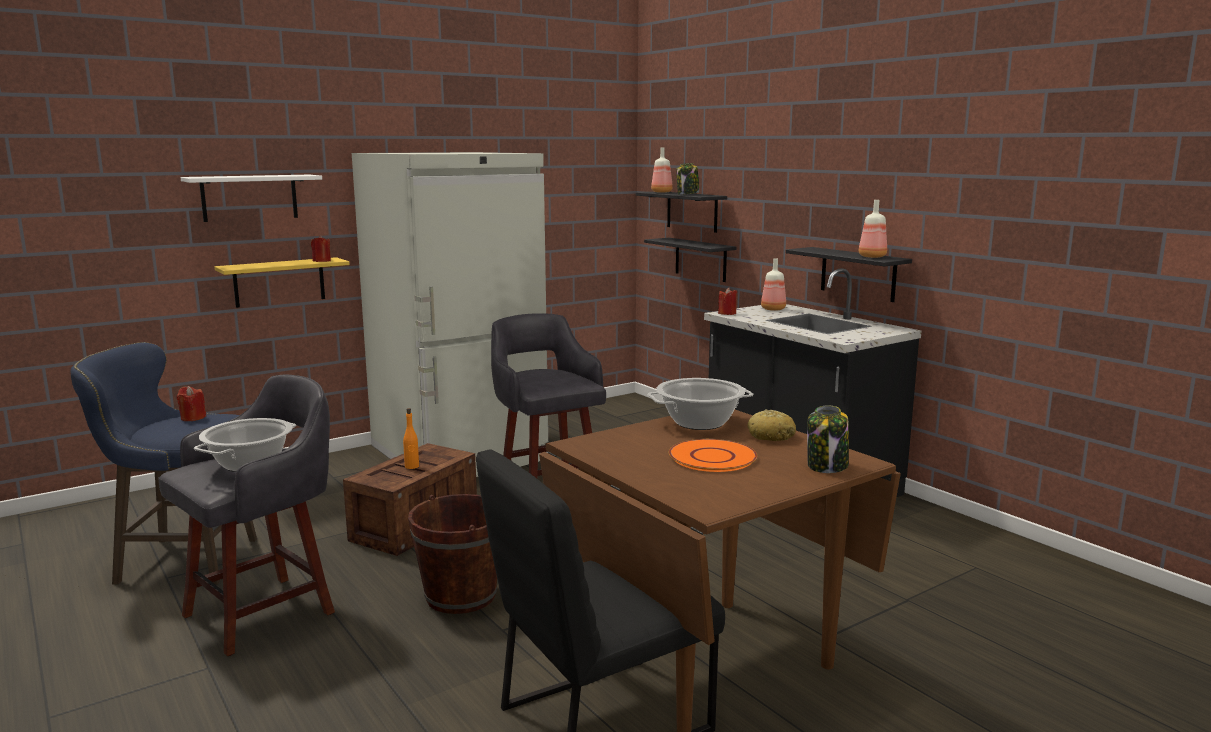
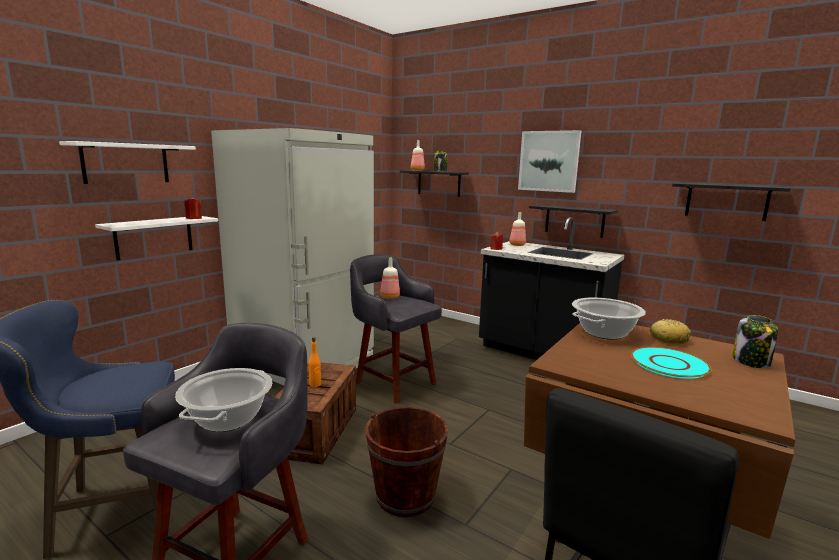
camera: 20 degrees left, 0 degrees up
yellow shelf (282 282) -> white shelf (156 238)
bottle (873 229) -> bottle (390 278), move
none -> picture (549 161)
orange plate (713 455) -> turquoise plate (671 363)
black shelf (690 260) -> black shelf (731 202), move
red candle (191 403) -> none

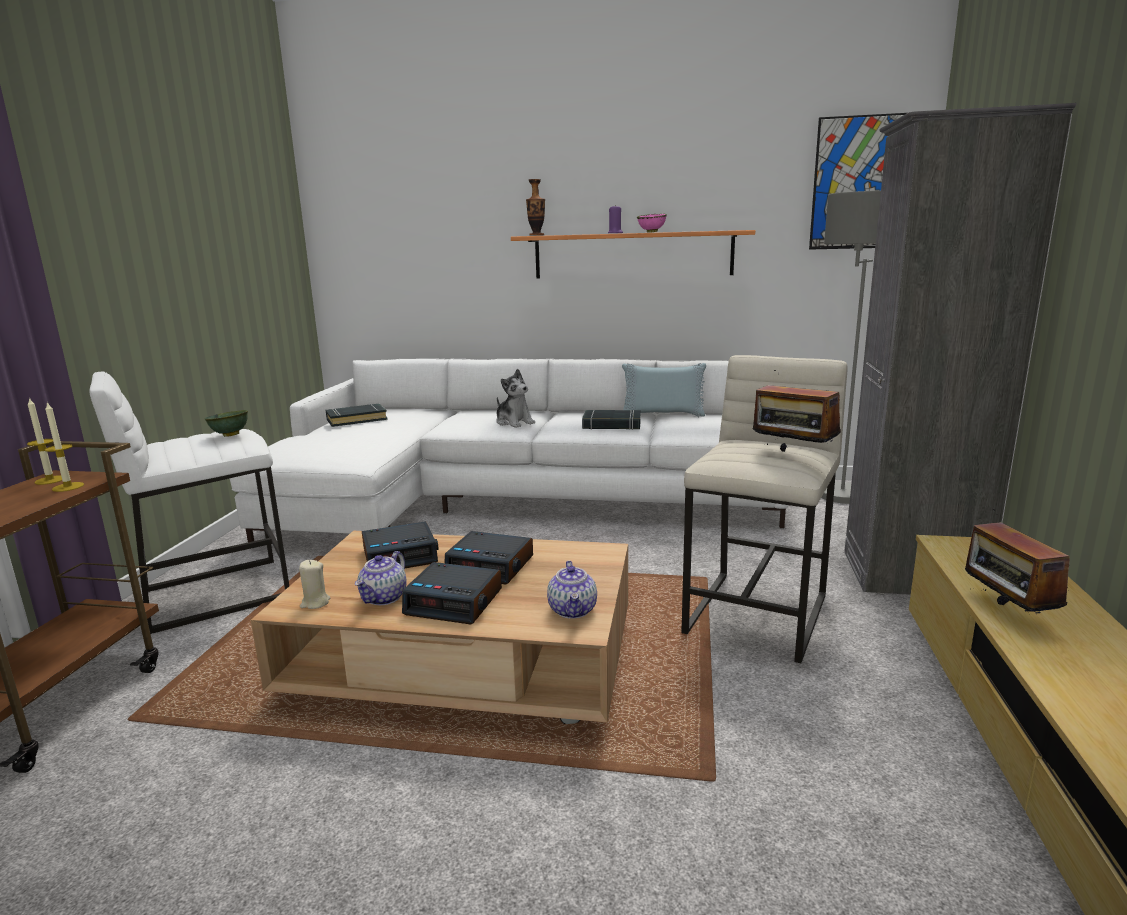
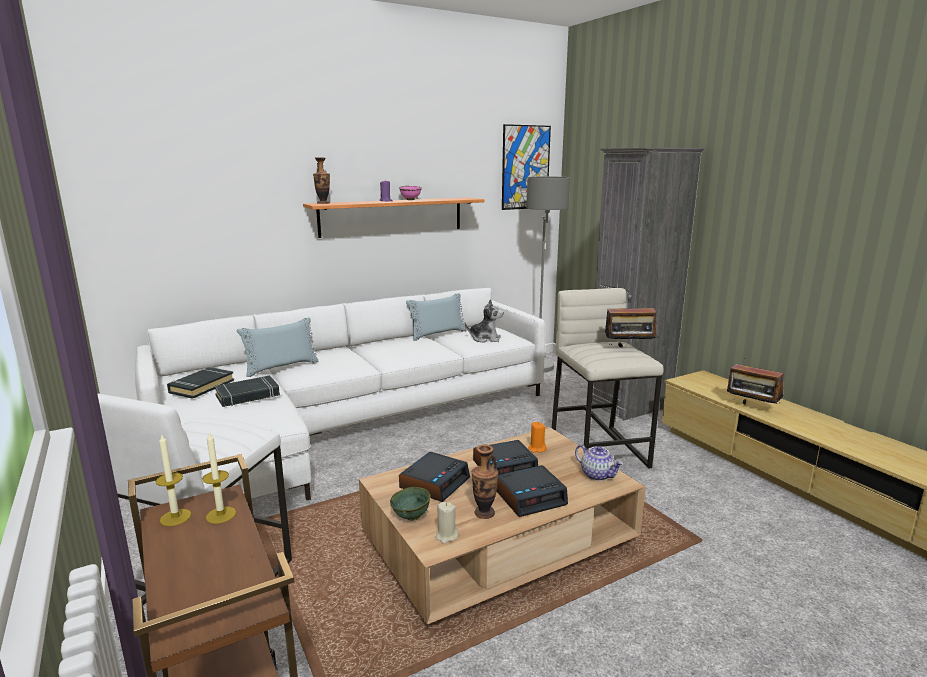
camera: 40 degrees left, 0 degrees up
black book (611 420) -> black book (247 391), move
none -> blue pillow (277 347)
green bowl (226 423) -> green bowl (410 504), move
plush toy (515 398) -> plush toy (484 321), move
teapot (381 578) -> vase (485 481)
none -> orange candle (537 437)

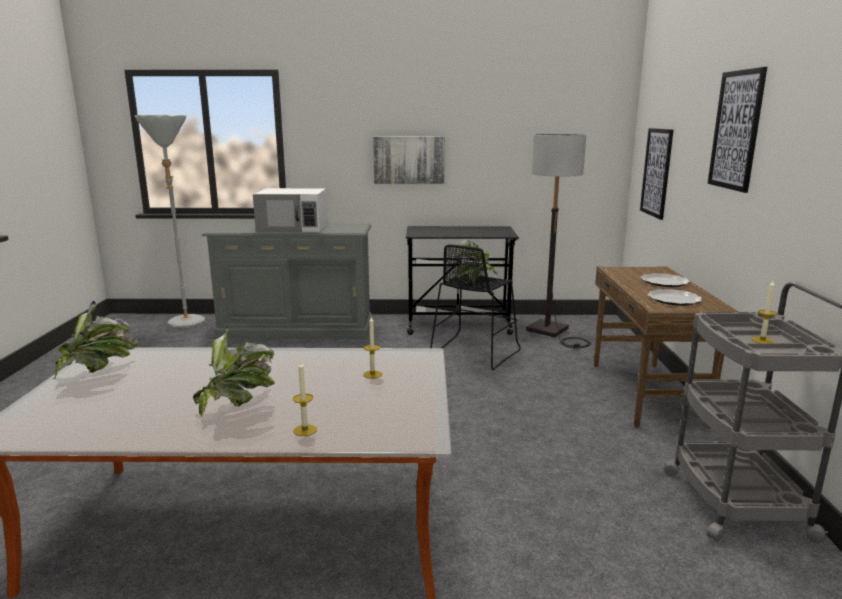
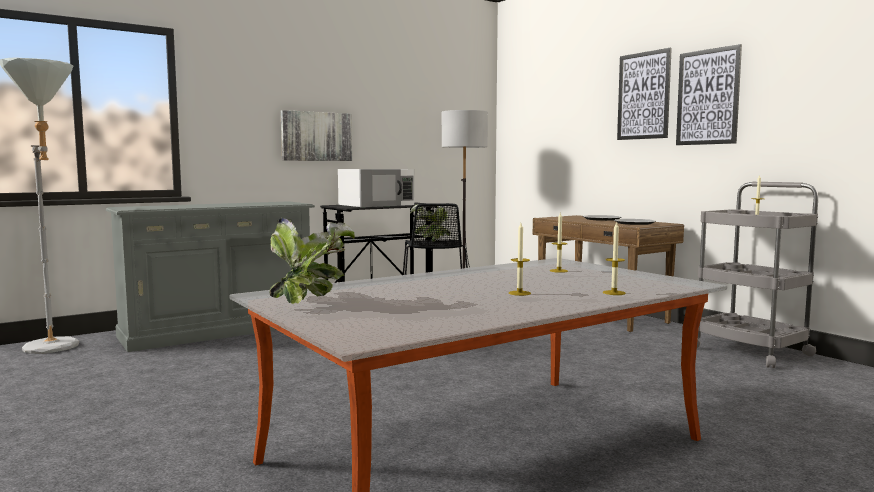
camera: 35 degrees left, 10 degrees down
white microwave (290 210) -> white microwave (376 188), move
potted plant (234 370) -> candle (520 259)
picture (656 174) -> picture (709 94), move

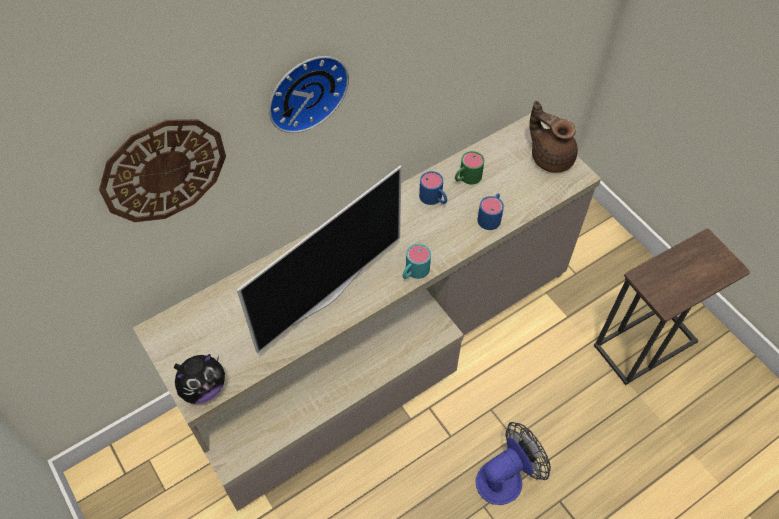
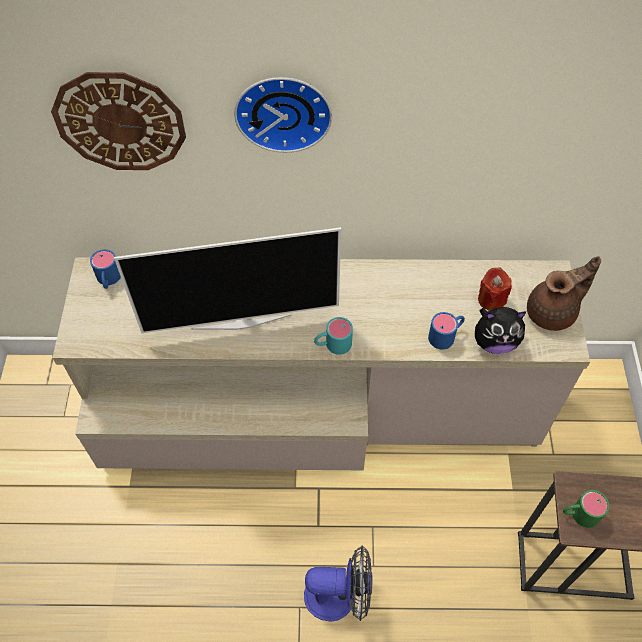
camera: 35 degrees right, 0 degrees up
blue mug (433 188) -> blue mug (105 269), move
plush toy (199 379) -> plush toy (500 330), move
none -> red candle (495 289)
brown teapot (553 136) -> brown teapot (564 293), 75 degrees clockwise
green mug (469 168) -> green mug (586 509), move

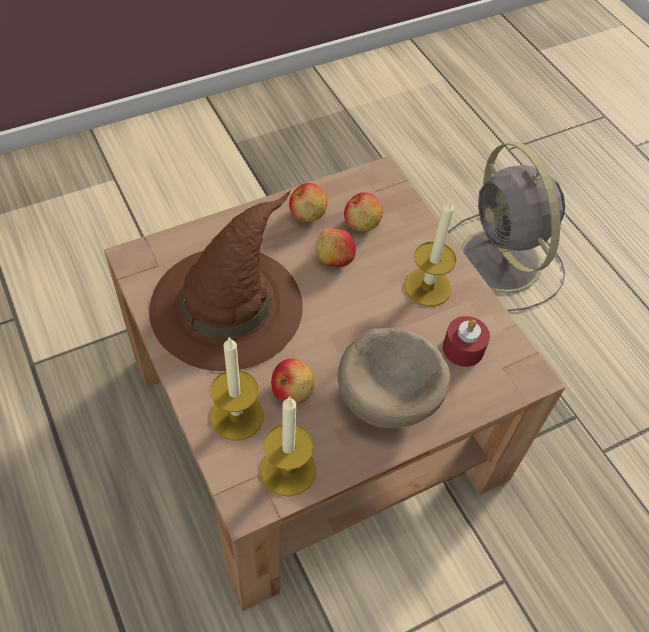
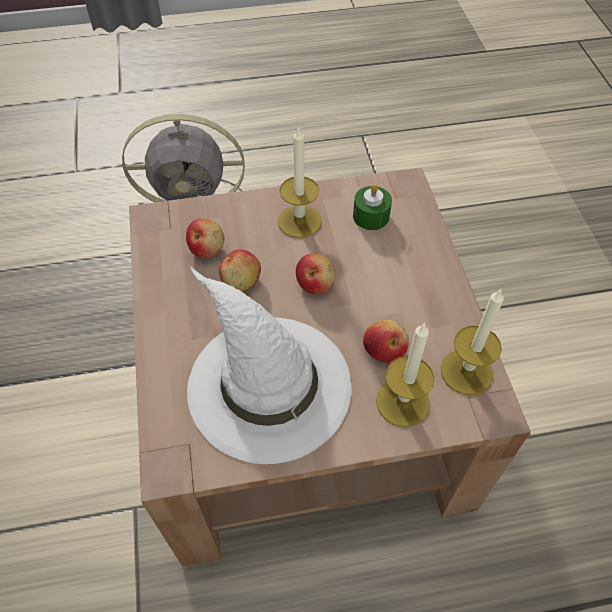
camera: 70 degrees left, 0 degrees up
brown hat (226 280) -> white hat (269 365)
apple (308 202) -> apple (315 274), move
red candle (466 341) -> green candle (372 207)
beige bowl (394 378) -> none

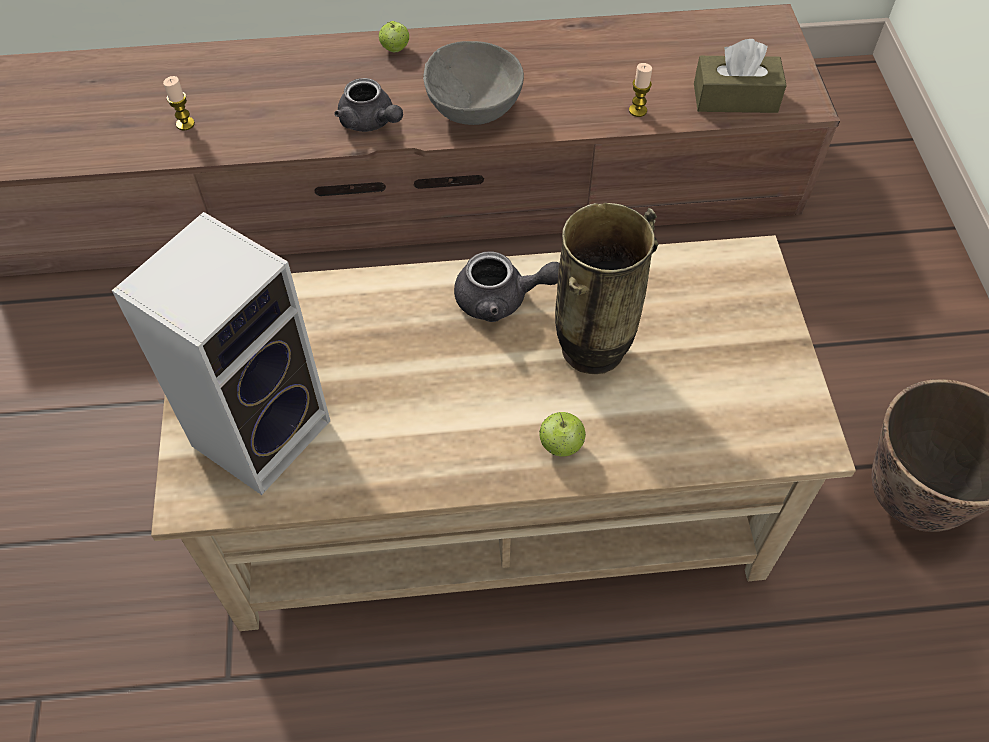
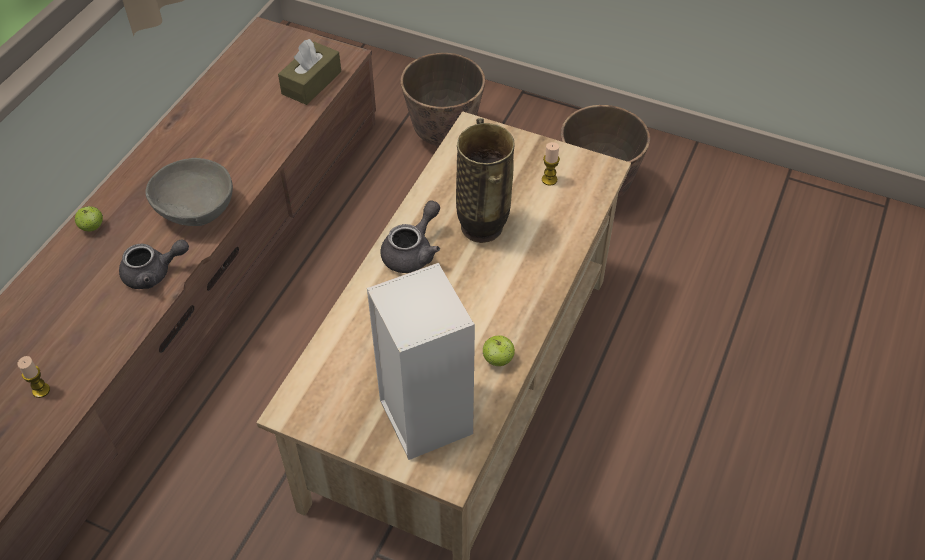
camera: 60 degrees left, 5 degrees down
none -> planter (442 101)
apple (562 434) -> apple (499 350), move
candle (640 90) -> candle (551 164), move

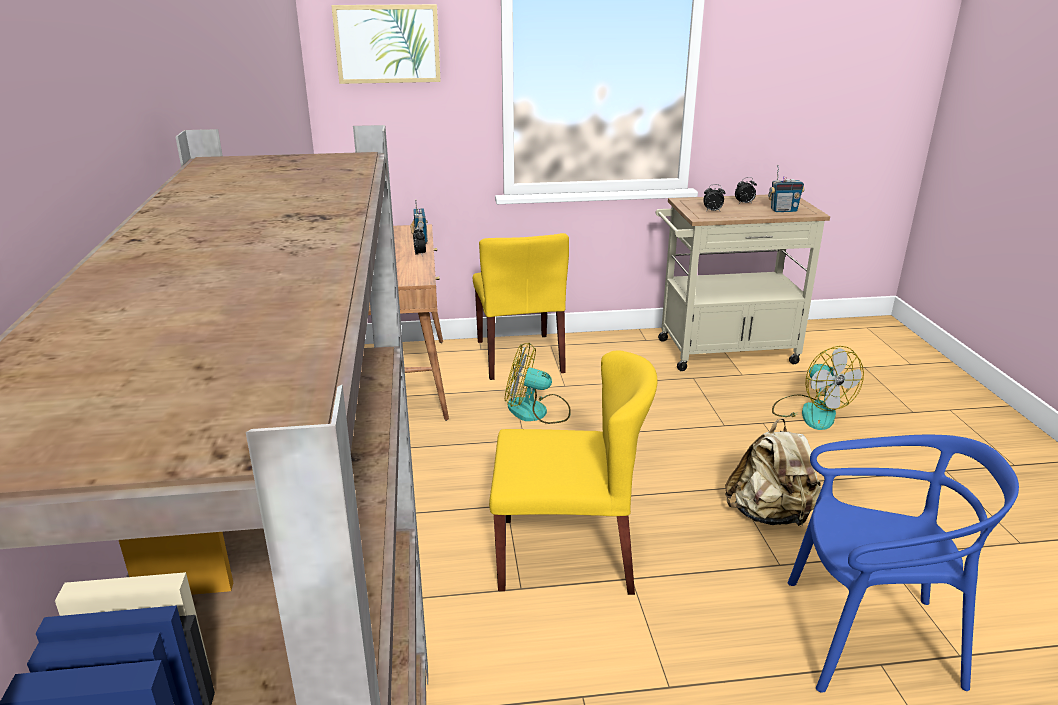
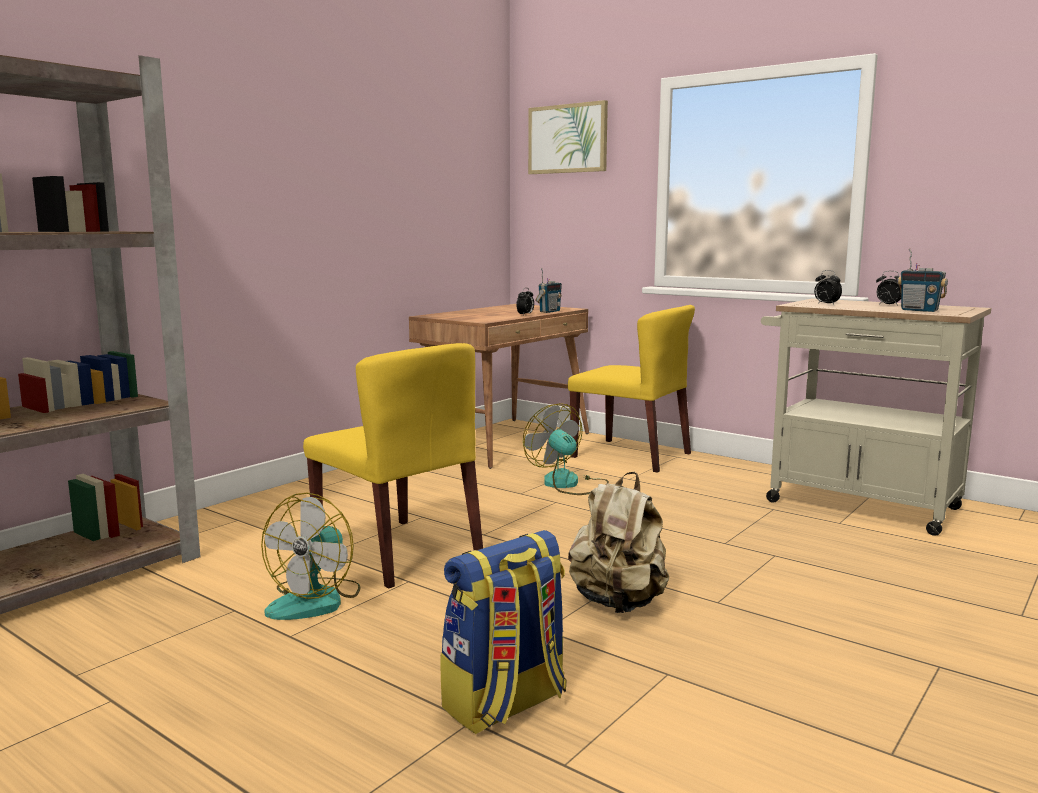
camera: 45 degrees right, 15 degrees down
fan (818 388) -> fan (311 556), move
blue chair (903 564) -> backpack (503 632)
yellow chair (521 306) -> yellow chair (631 389), 90 degrees counterclockwise

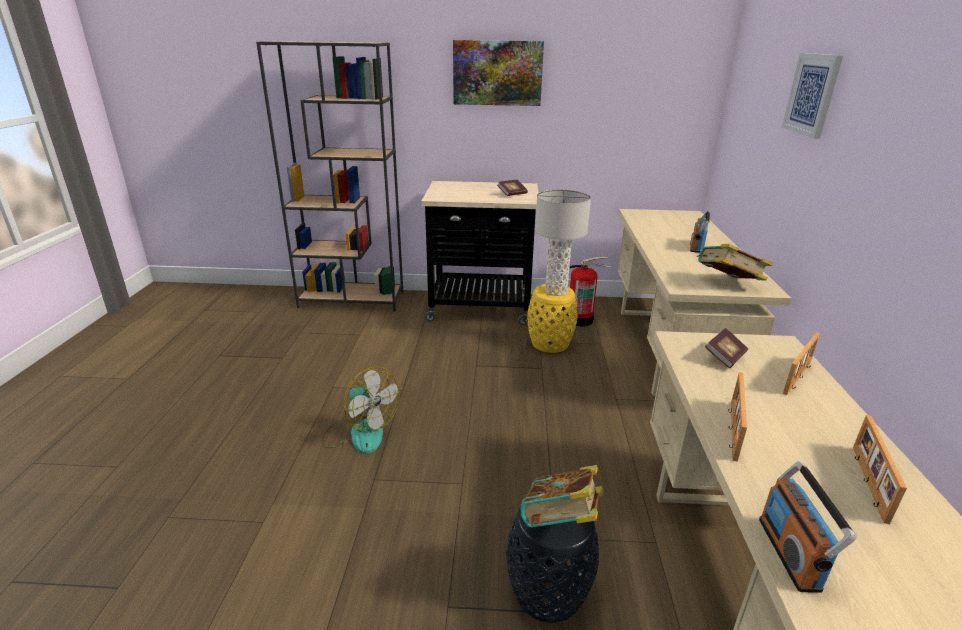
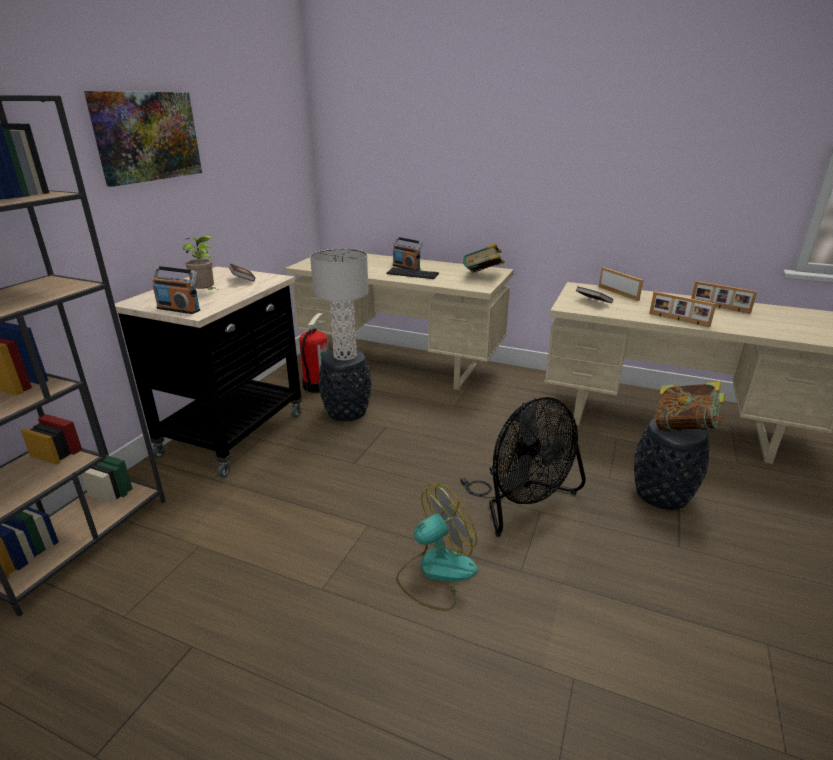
camera: 70 degrees left, 0 degrees up
radio (808 527) -> radio (176 290), move
none -> potted plant (200 262)
yellow stool (552 318) -> black stool (345 385)
none -> keyboard (412 273)
none -> black fan (523 467)
picture (812 96) -> none

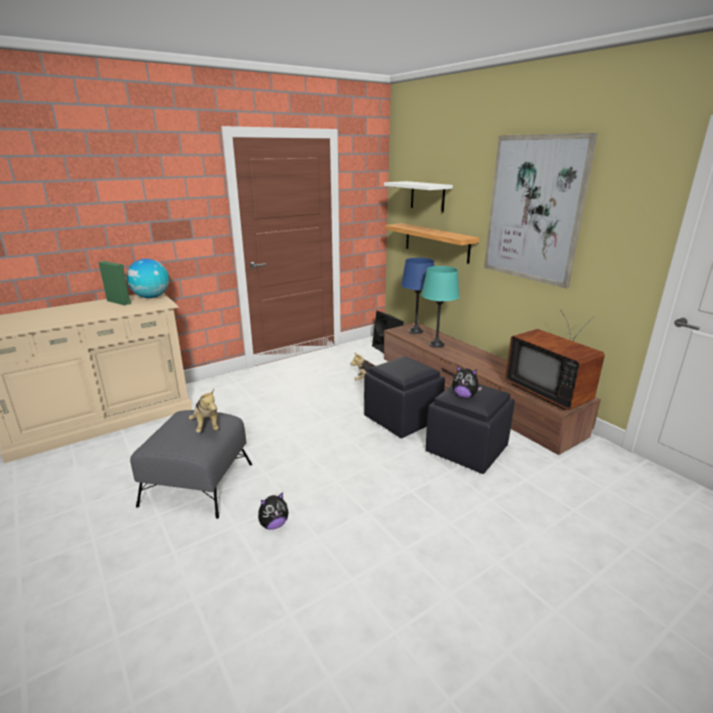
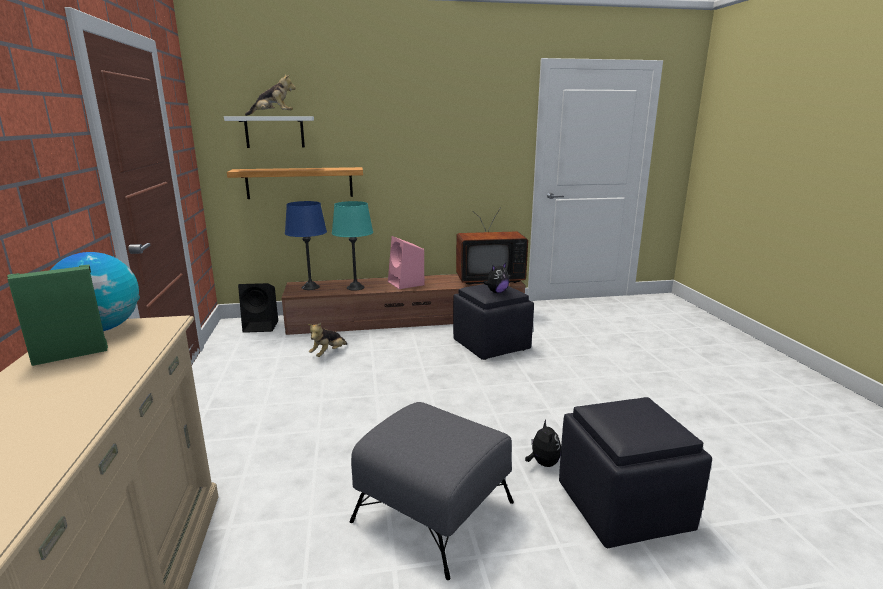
camera: 65 degrees left, 5 degrees down
plush toy (204 411) -> plush toy (270 95), move
none -> pink speaker (406 262)
black ottoman (404 397) -> black ottoman (635 472), move
picture (541 210) -> none

